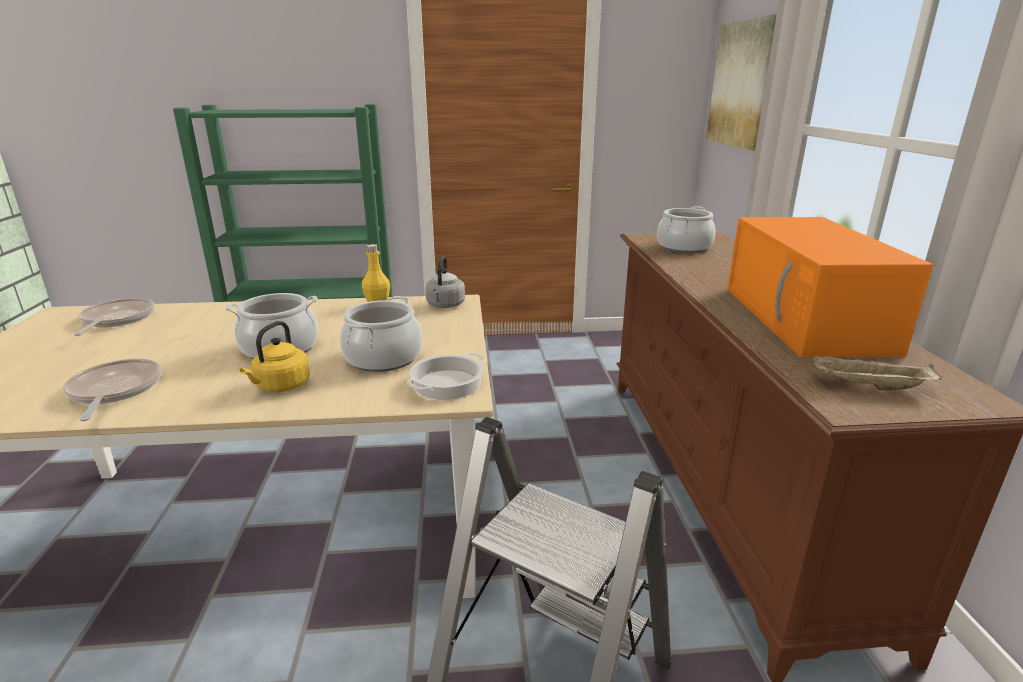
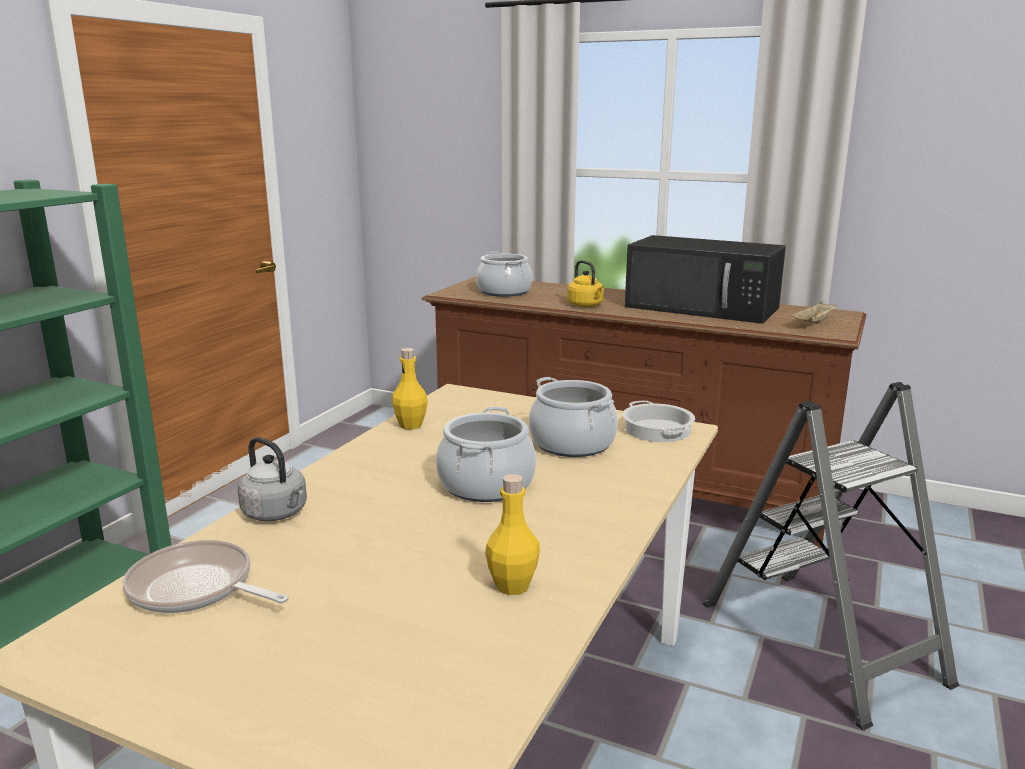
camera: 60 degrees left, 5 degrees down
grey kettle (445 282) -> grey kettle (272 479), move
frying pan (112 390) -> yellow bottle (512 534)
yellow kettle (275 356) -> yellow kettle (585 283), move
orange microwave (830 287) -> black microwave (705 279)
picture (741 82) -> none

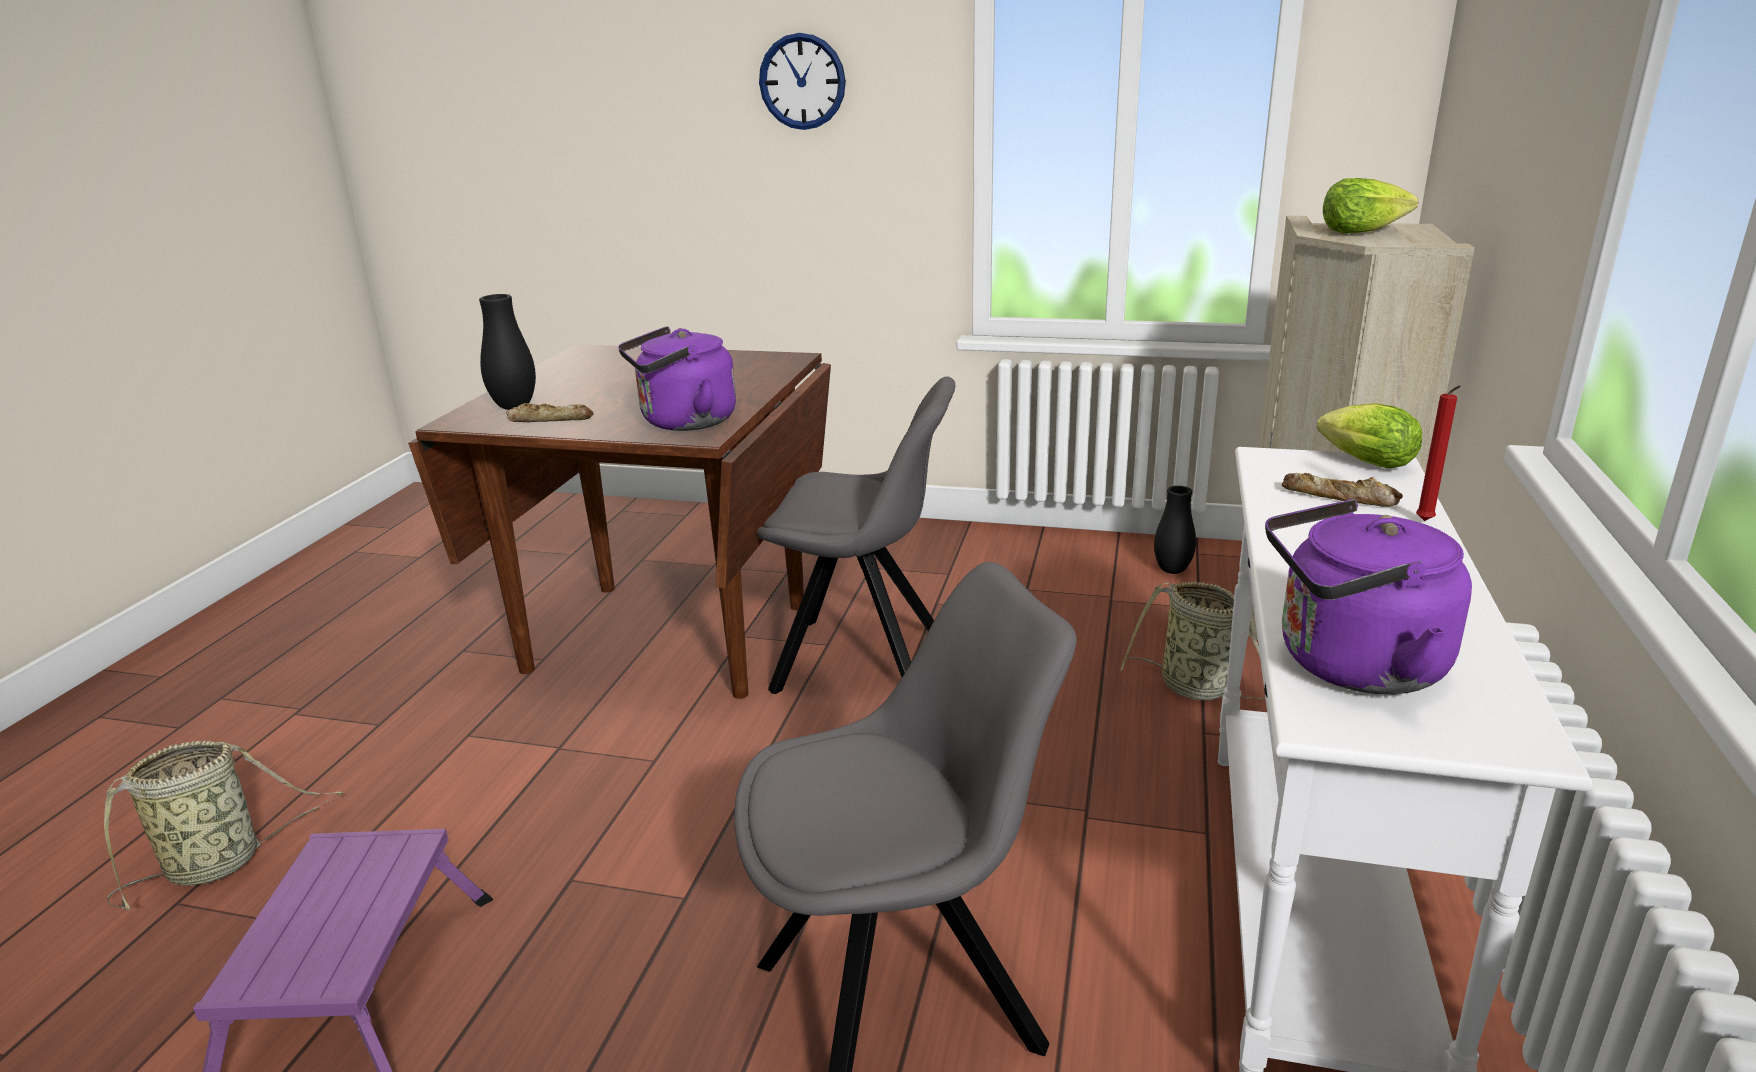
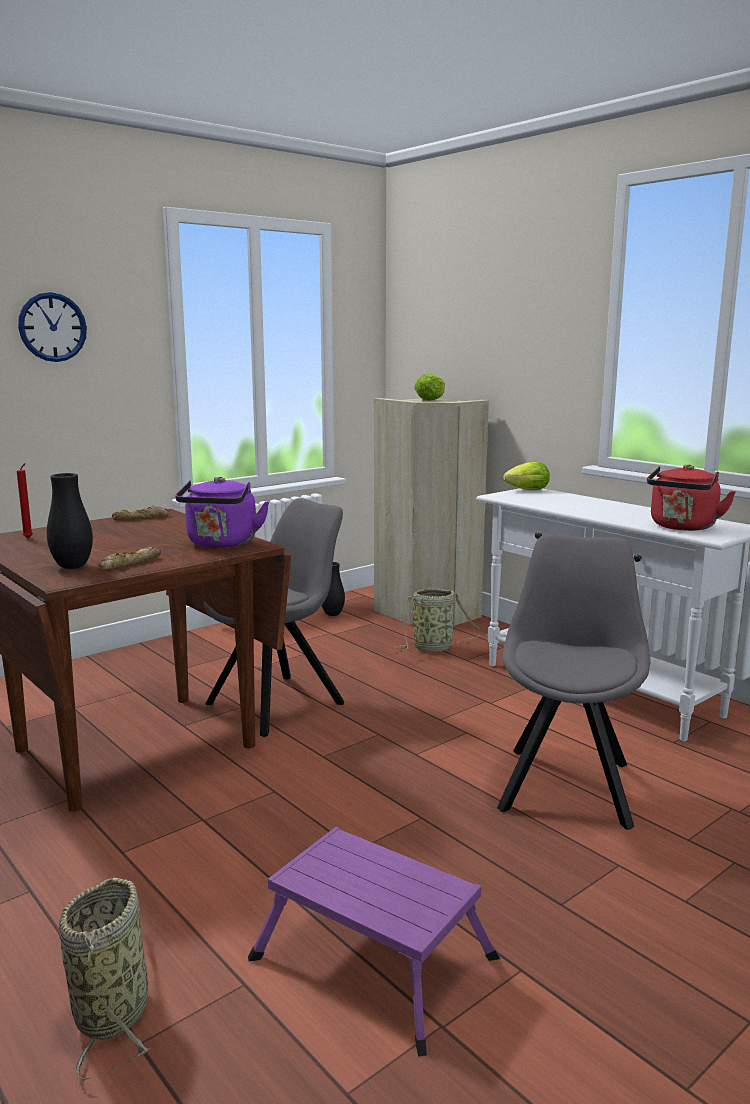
camera: 55 degrees left, 10 degrees down
red candle (1438 453) -> red candle (25 500), move
bread (1342 490) -> bread (141 512), move
purple kettle (1368 596) -> red kettle (691 498)

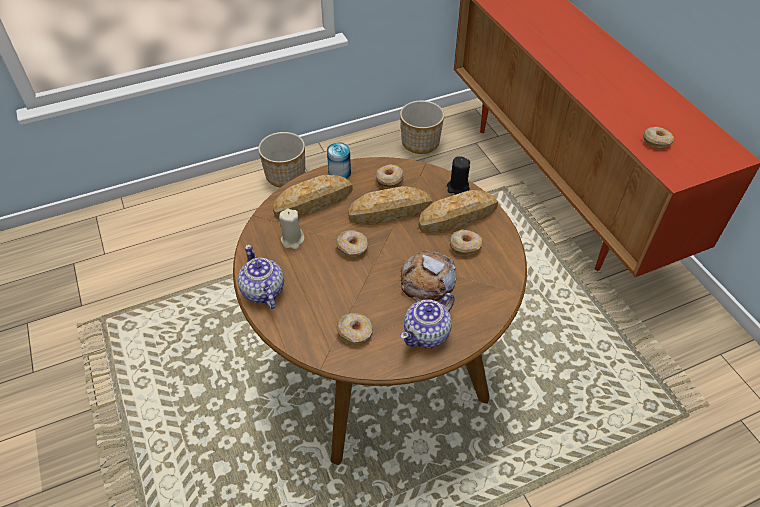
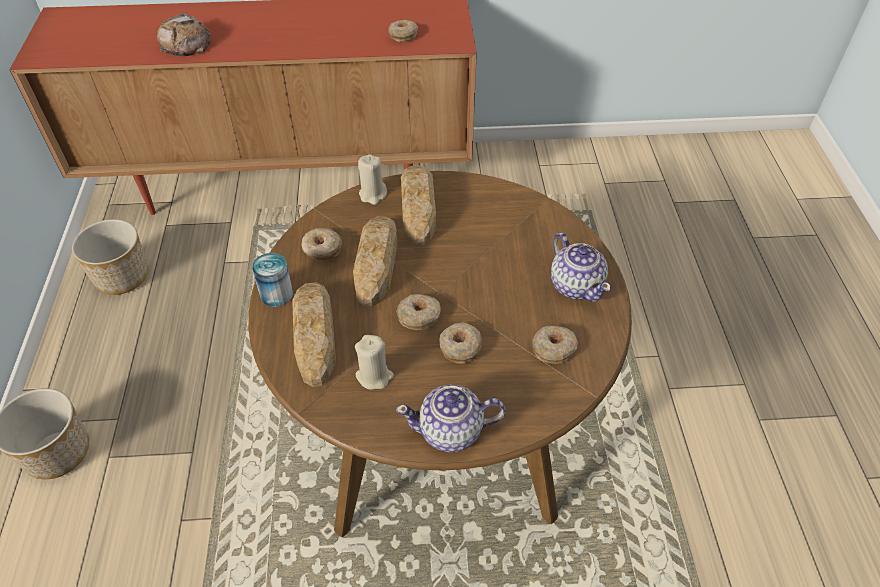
camera: 70 degrees left, 0 degrees up
bread (428 276) -> bread (184 34), move
black candle (458 175) -> beige candle (372 179)
donut (465 242) -> donut (460 342), move

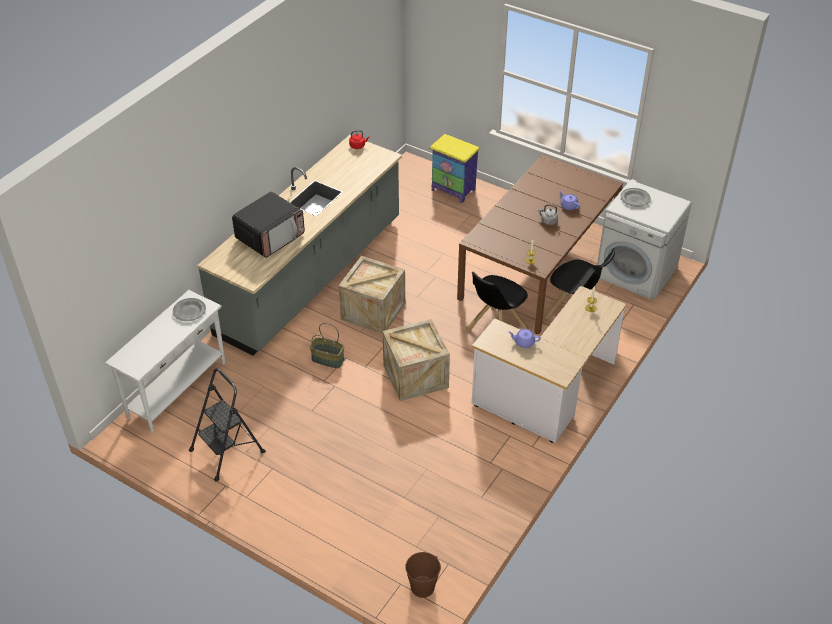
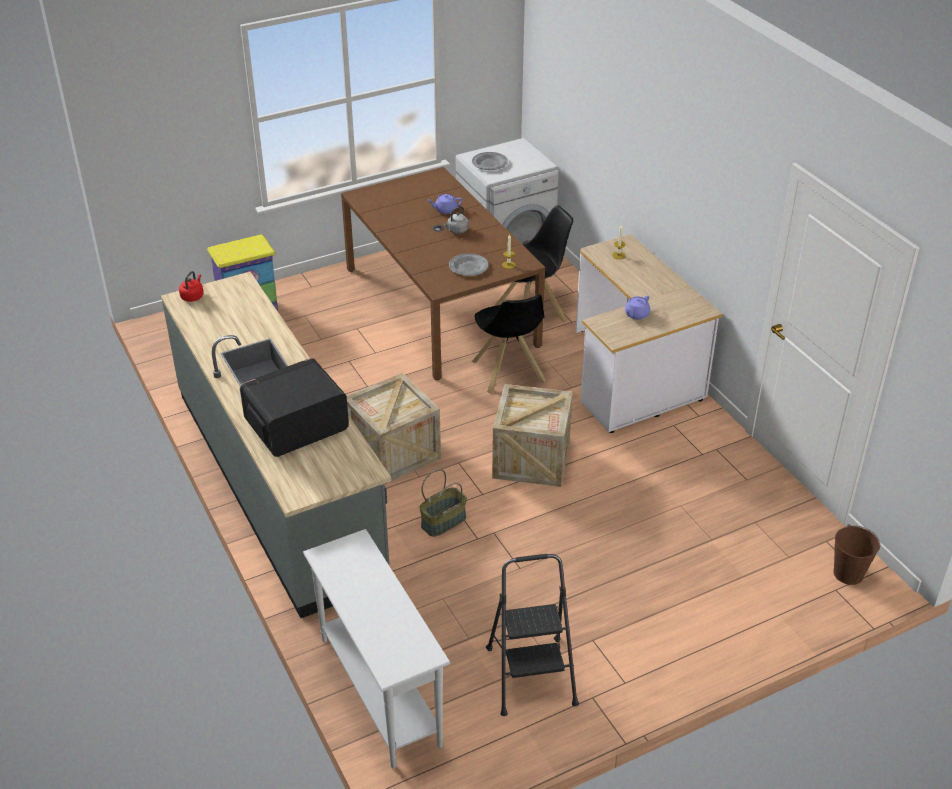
camera: 60 degrees left, 5 degrees down
microwave (268 225) -> microwave (294 407), 105 degrees counterclockwise
grey plate (189 309) -> grey plate (469 264), move

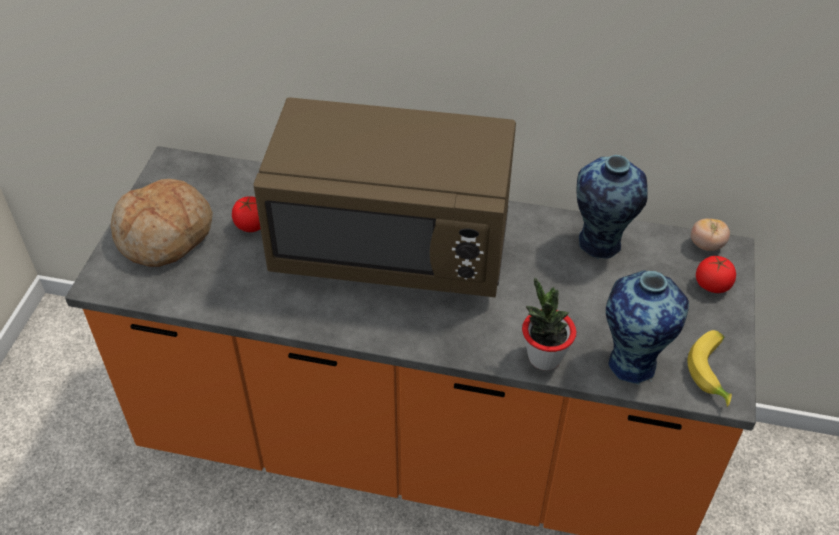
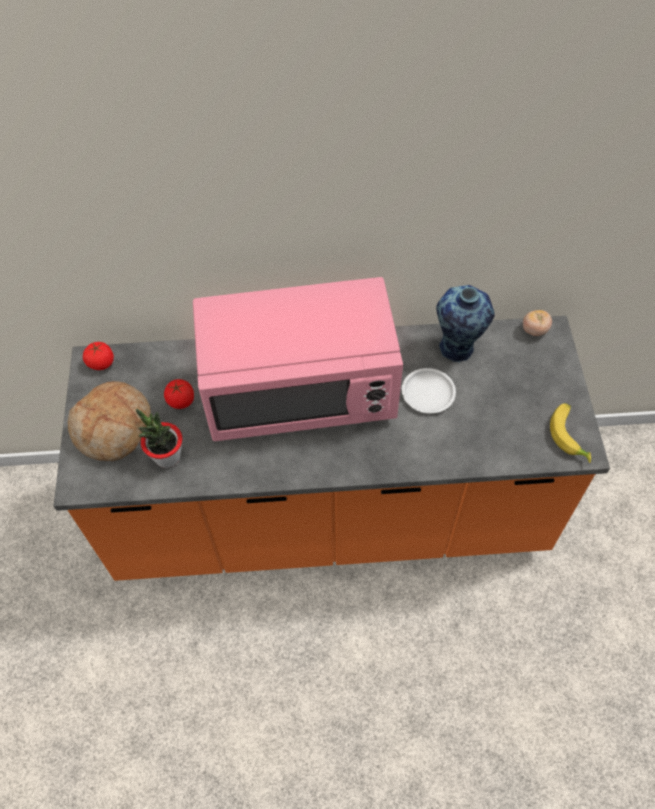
camera: 15 degrees left, 10 degrees up
tomato (716 274) -> tomato (98 356), move
potted plant (549 324) -> potted plant (159 438), move
brown microwave (384 197) -> pink microwave (298 359)
none -> white plate (429 390)
vase (647 327) -> none

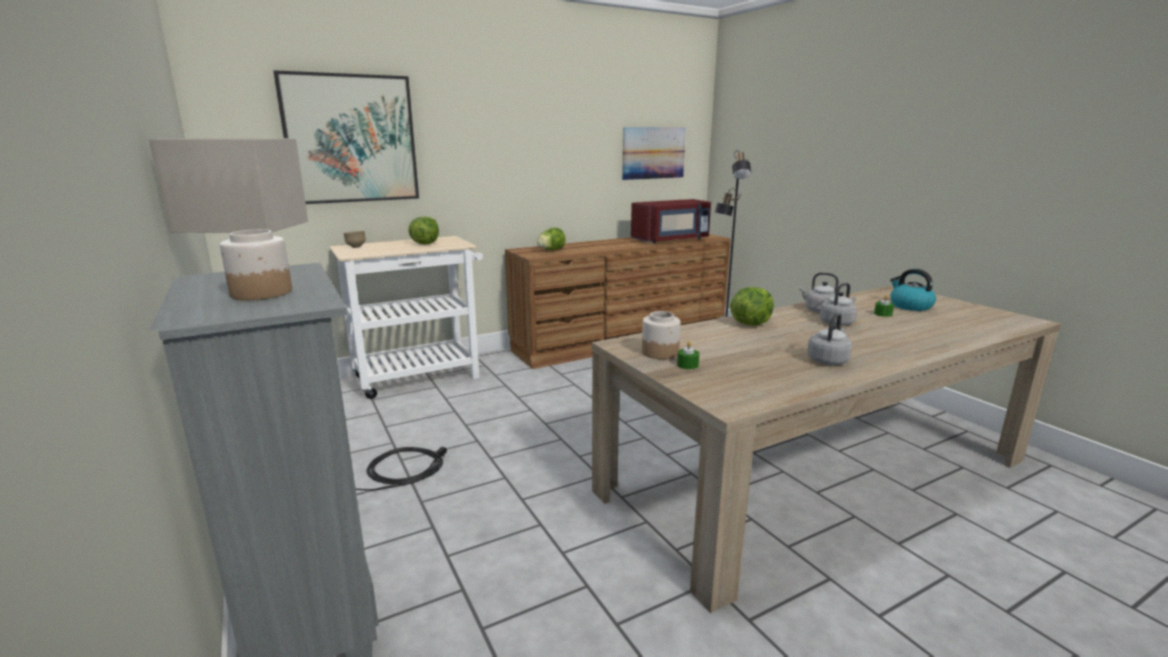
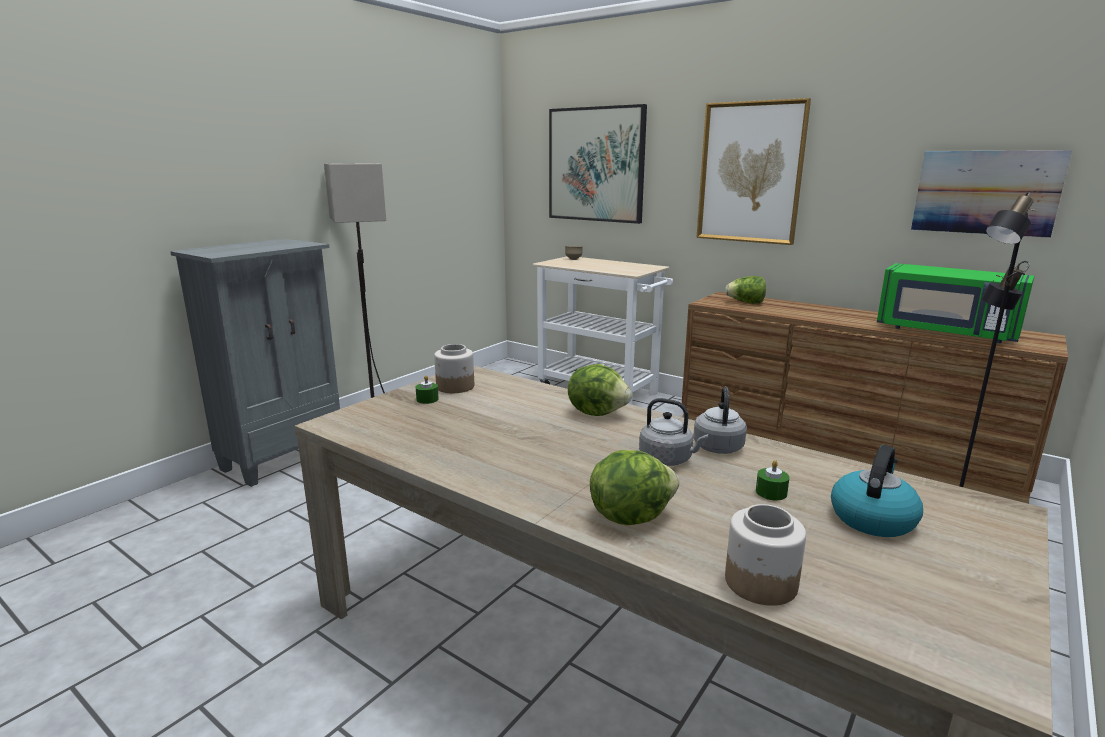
camera: 65 degrees right, 0 degrees up
lettuce (423 230) -> lettuce (635 487), move
none -> picture (754 171)
jar (256 264) -> jar (765 555), move
red microwave (671 221) -> green microwave (955 303)
grey kettle (829 339) -> none

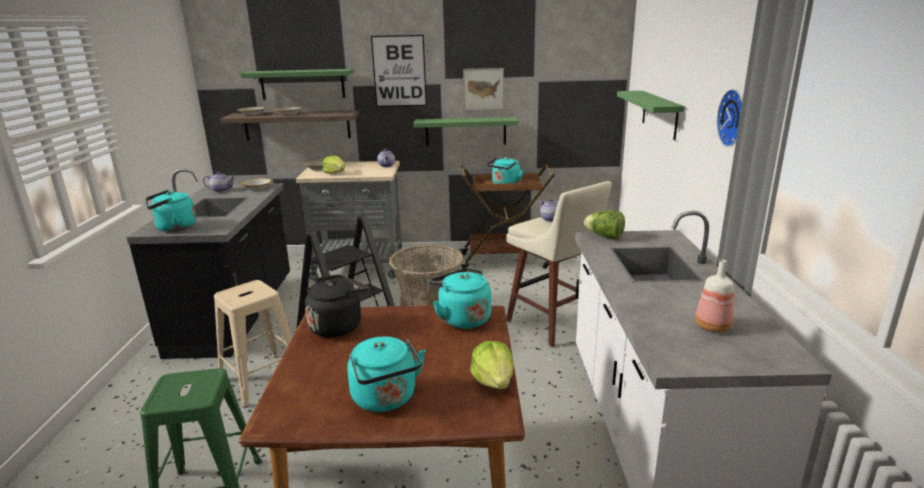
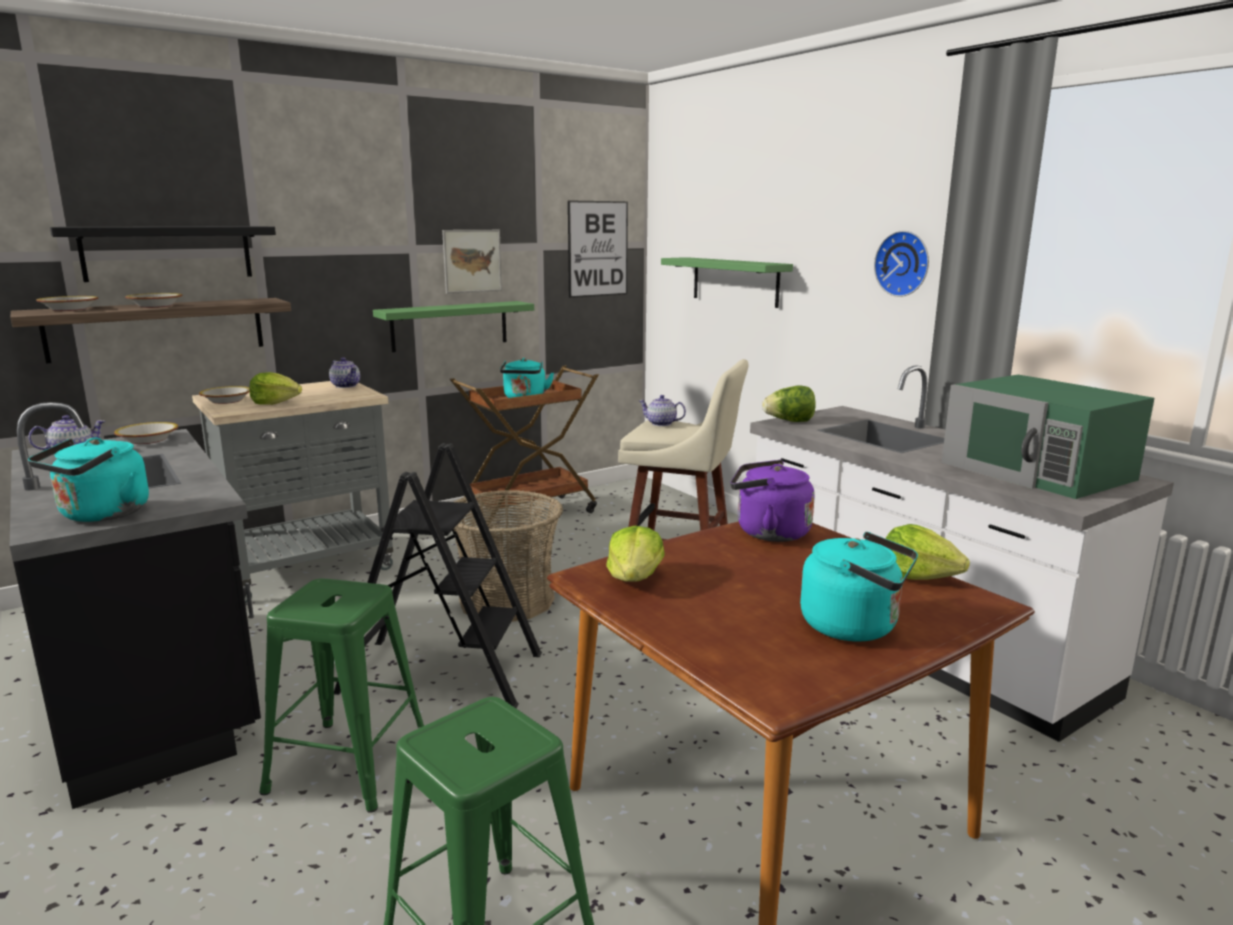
camera: 35 degrees left, 5 degrees down
green shelf (296 84) -> black shelf (163 254)
beige stool (253 344) -> green stool (341 696)
picture (399 71) -> picture (598 249), move
black kettle (337 306) -> lettuce (635 554)
turquoise kettle (460 298) -> purple kettle (772 501)
bottle (714 296) -> green microwave (1048 437)

